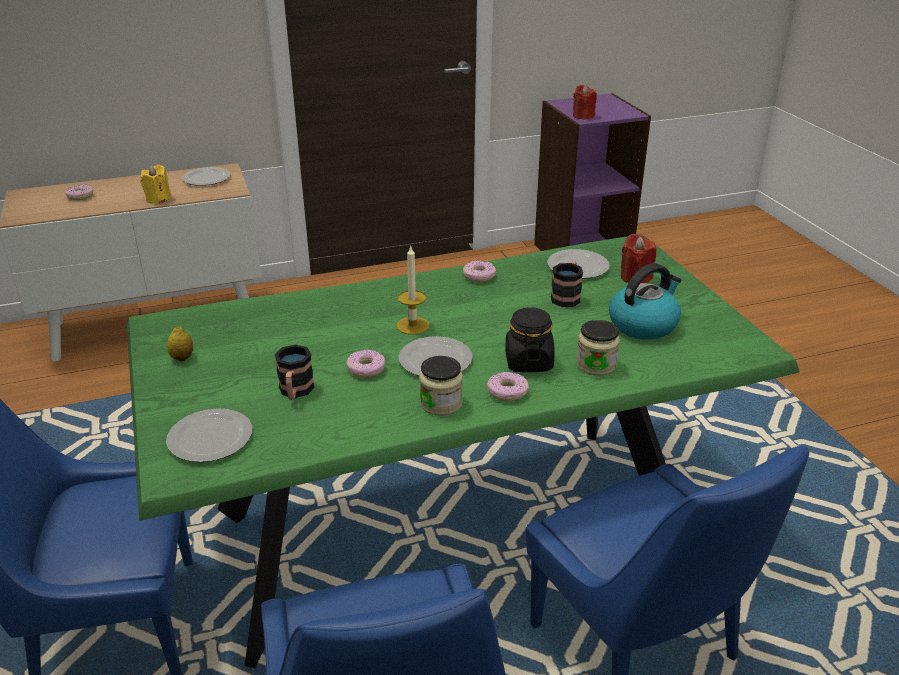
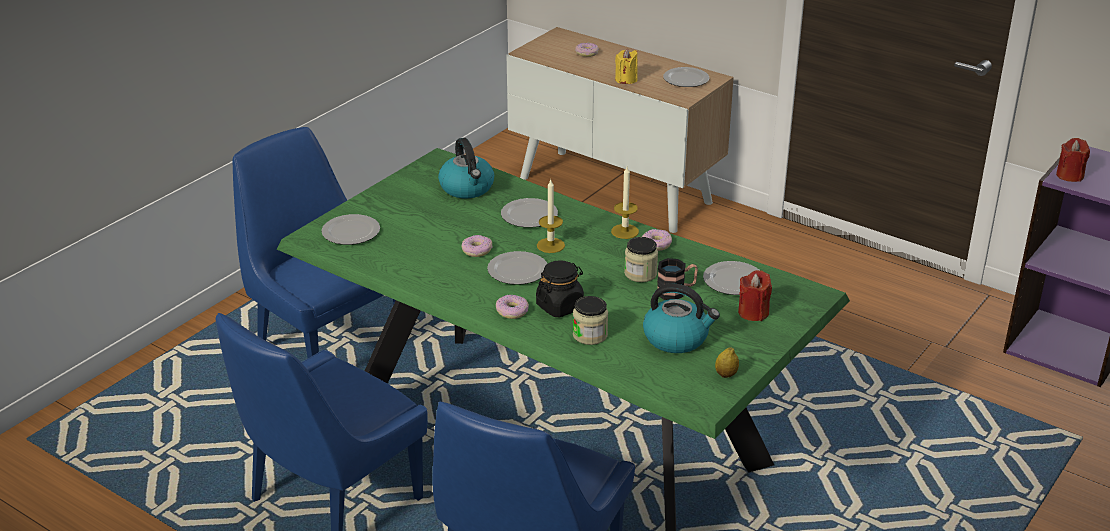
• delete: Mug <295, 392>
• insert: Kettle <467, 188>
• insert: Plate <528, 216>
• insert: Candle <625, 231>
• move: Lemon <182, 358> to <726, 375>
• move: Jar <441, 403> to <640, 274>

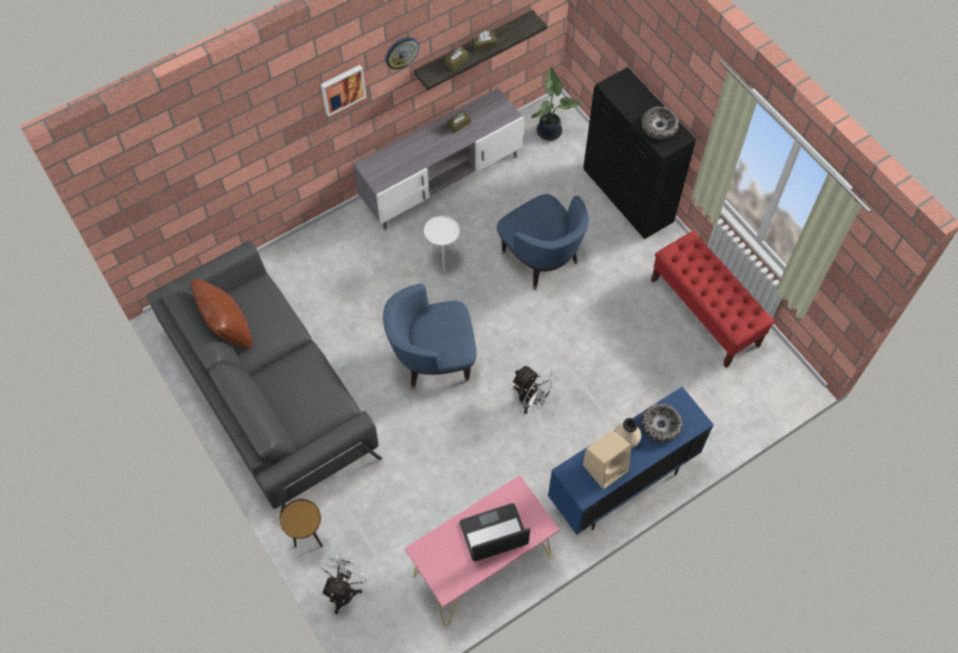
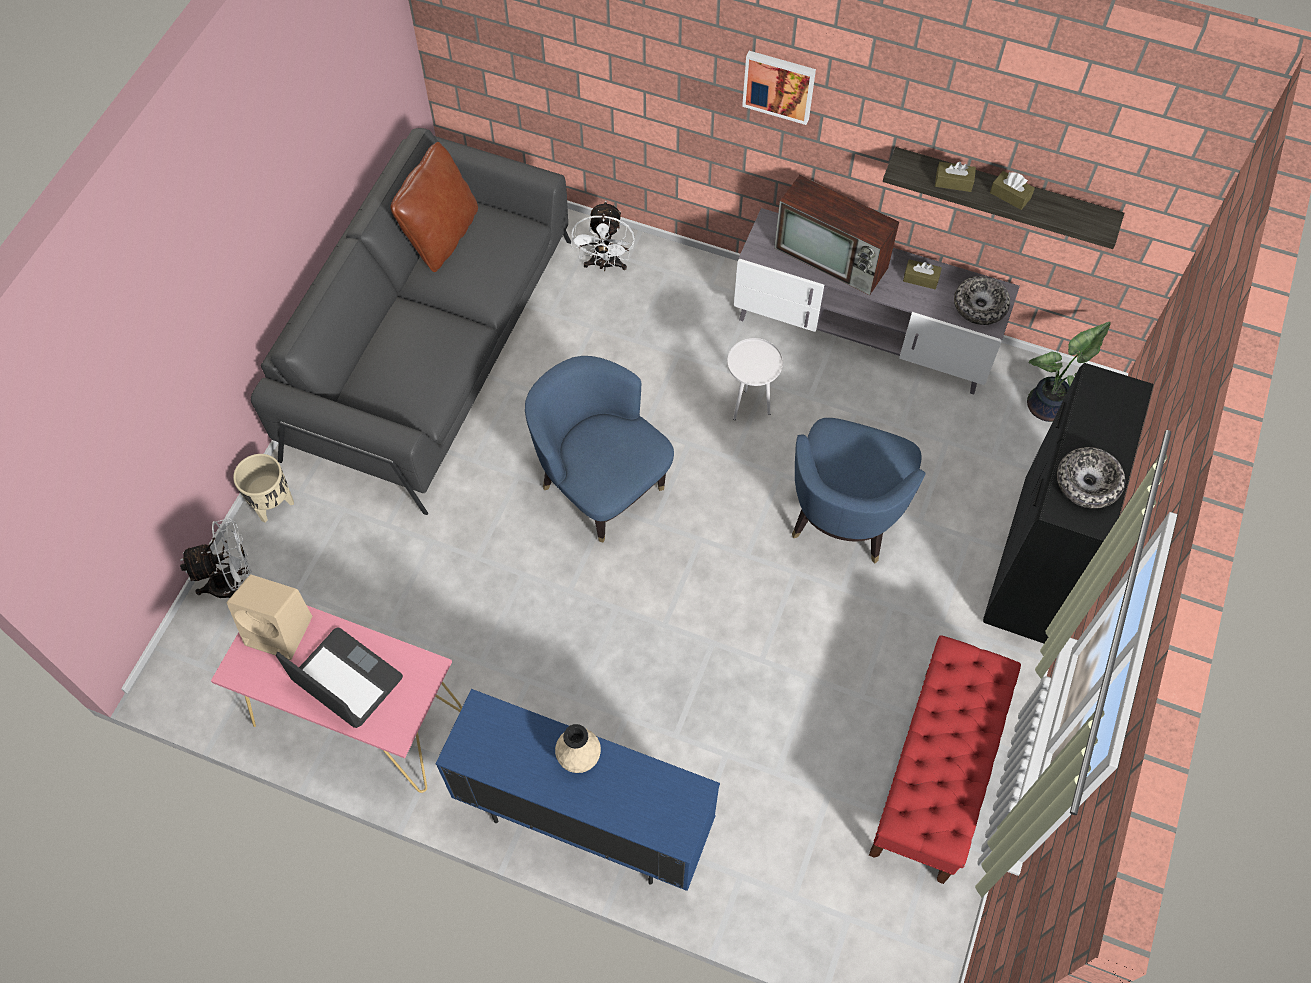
• delete: WallClock <401, 52>
• insert: Television <833, 259>
• move: WhiteFan <532, 401> to <605, 264>
• move: BeigeSpeaker <606, 466> to <281, 630>
• move: Bowl <660, 425> to <979, 305>
• replace: BrownSideTable <308, 538> to BeigePlanter <273, 505>

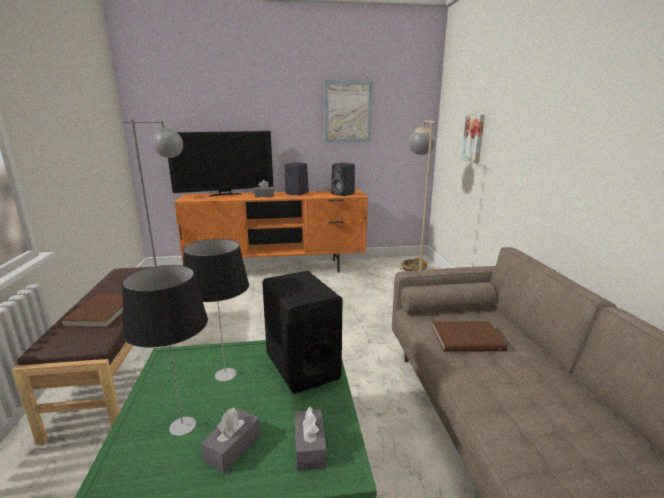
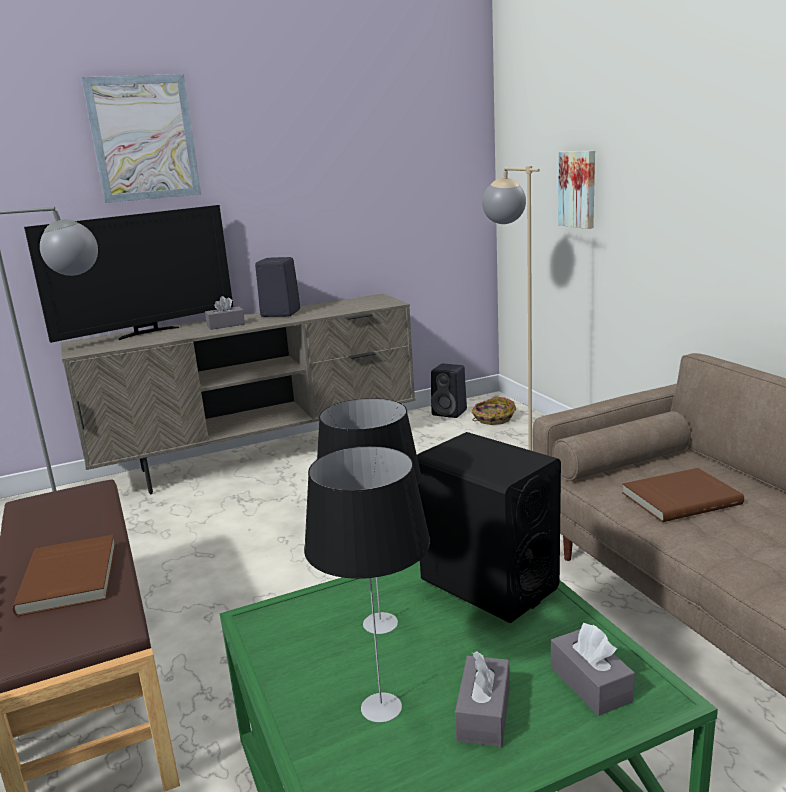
• move: Picture <348, 112> to <143, 138>
• move: BlackSpeaker <343, 194> to <450, 412>
• recolor: OrangeTvStand <278, 269> to BeigeTvStand <262, 456>

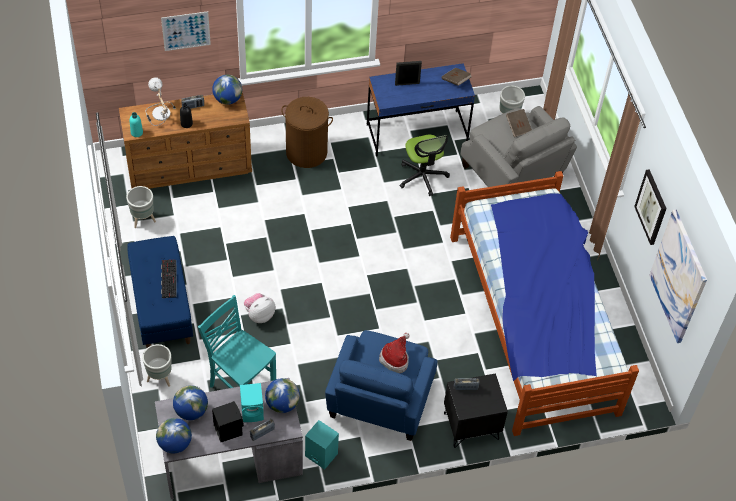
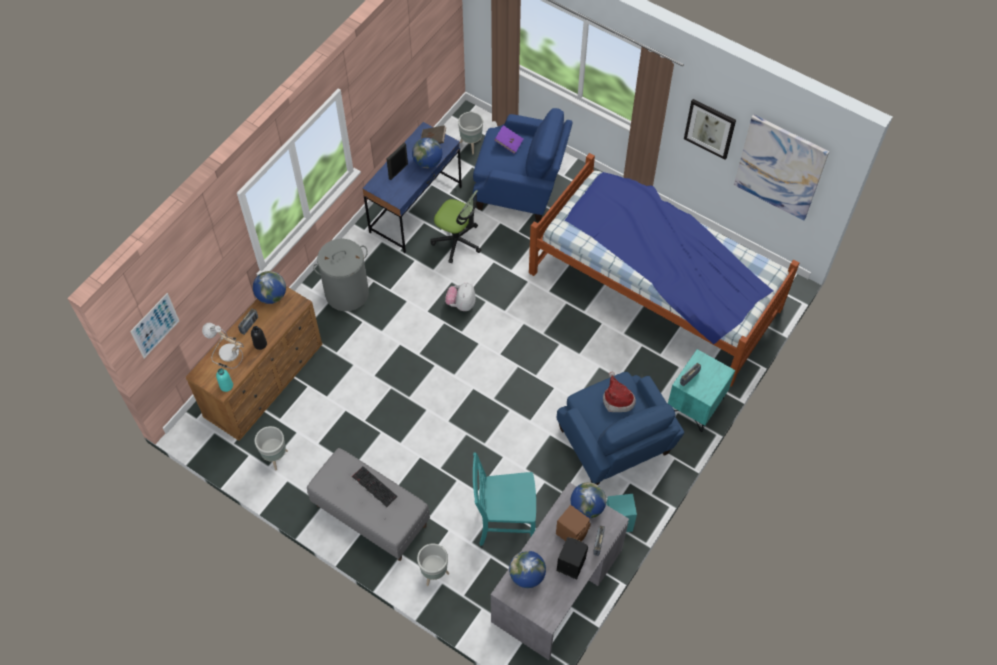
• move: Globe <175, 443> to <428, 162>
• move: Picture <186, 31> to <155, 325>
• move: PlushToy <259, 315> to <461, 304>
• recolor: BlueBench <161, 306> to GreyBench <370, 515>
• recolor: TurquoiseSpeaker <253, 411> to BrownSpeaker <572, 532>
• recolor: BrownLaundryBasket <306, 152> to GreyLaundryBasket <347, 293>
• recolor: BlackNightstand <471, 426> to TurquoiseNightstand <696, 405>
• recolor: GreyArmchair <513, 174> to BlueArmchair <521, 186>
• recolor: BrownBook <518, 127> to PurpleBook <508, 143>

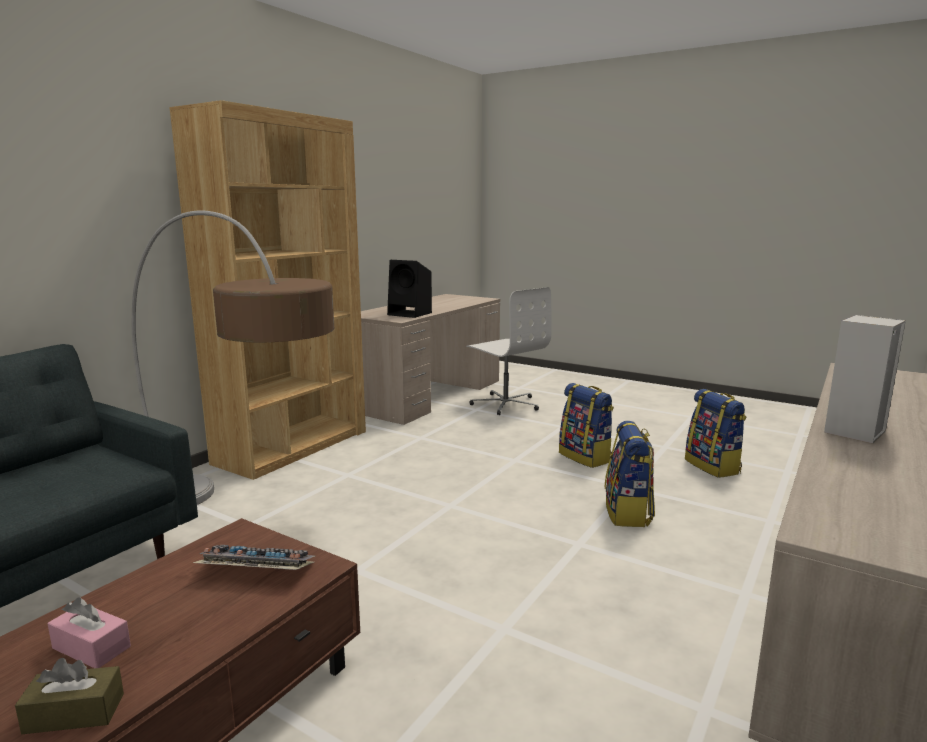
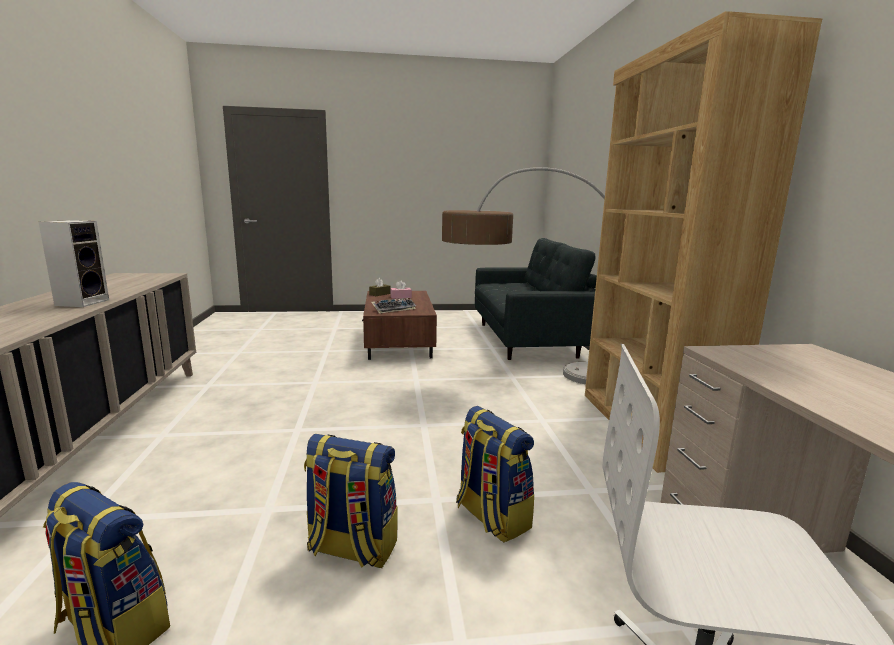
• delete: BlackSpeaker <411, 314>
• move: Backpack <628, 513> to <491, 517>

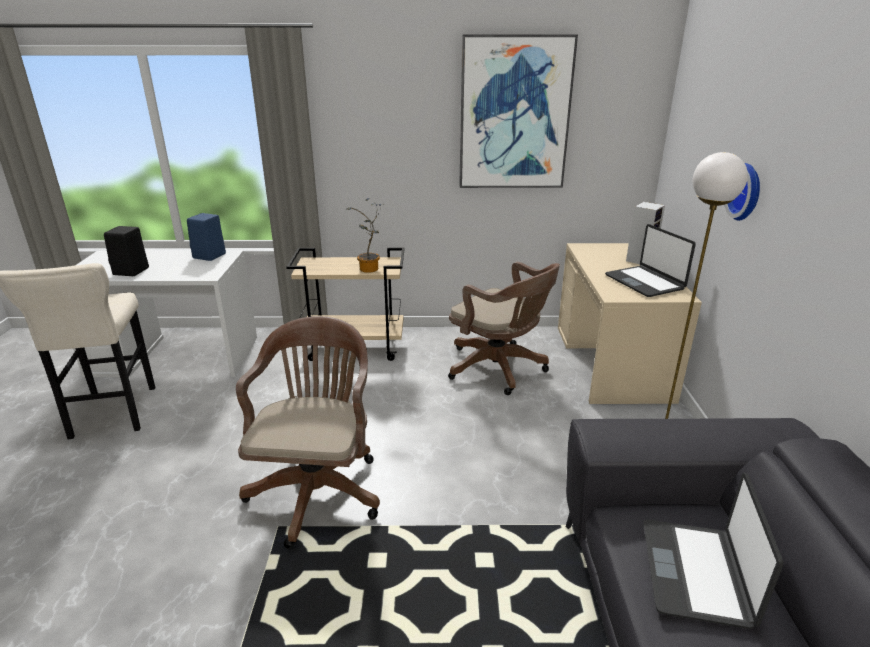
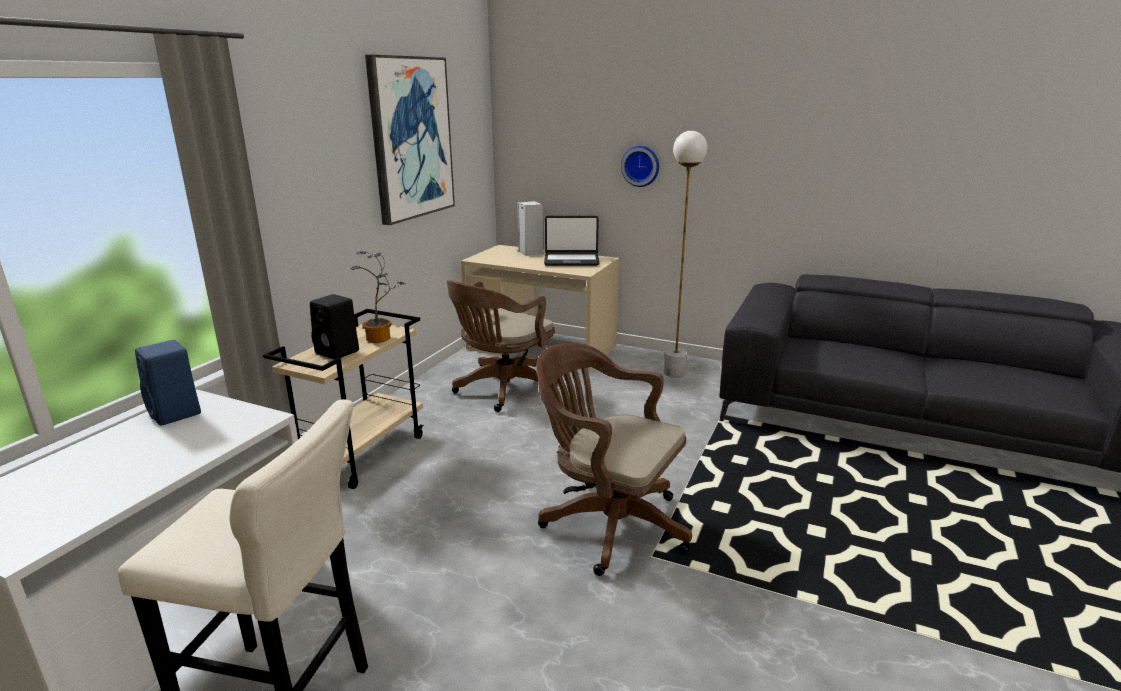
• delete: Laptop <697, 573>
• move: BlackSpeaker <131, 272> to <338, 352>
• rotate: BrownOfficeChair <500, 369> = <502, 390> 150 degrees clockwise

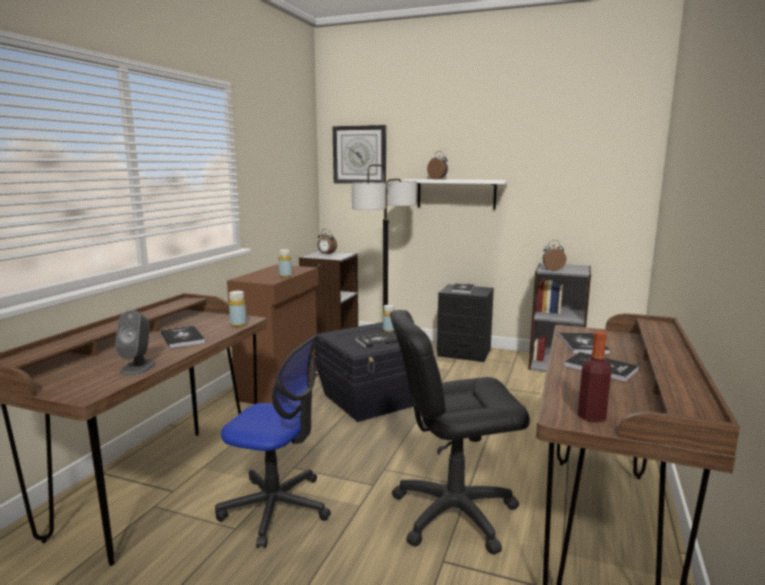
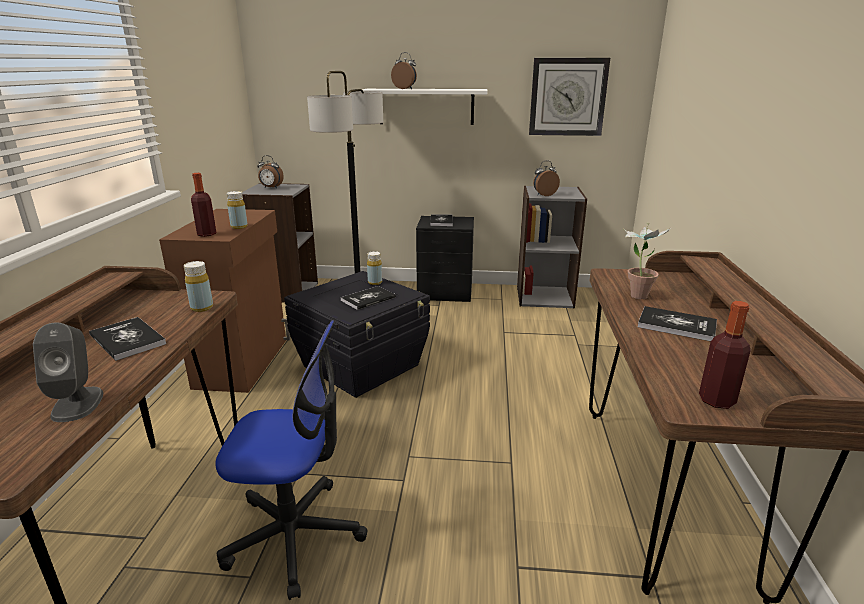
• delete: BlackOfficeChair <453, 513>
• insert: Bottle <206, 234>
• move: WallClock <359, 155> to <567, 97>
• replace: Book <582, 344> to PottedPlant <636, 293>

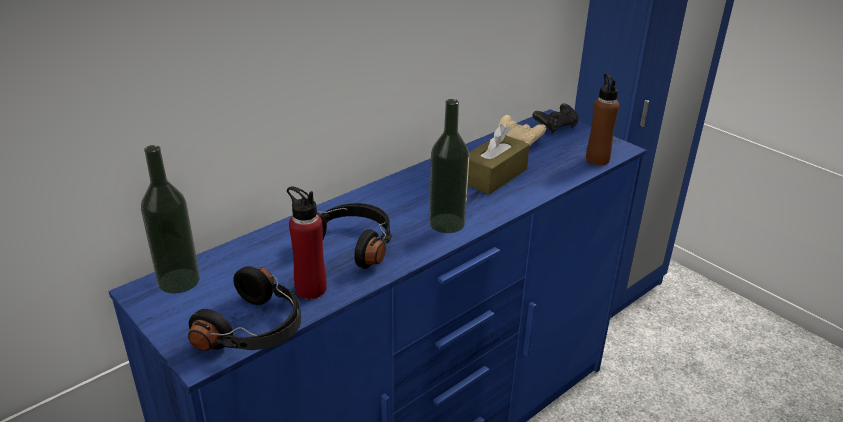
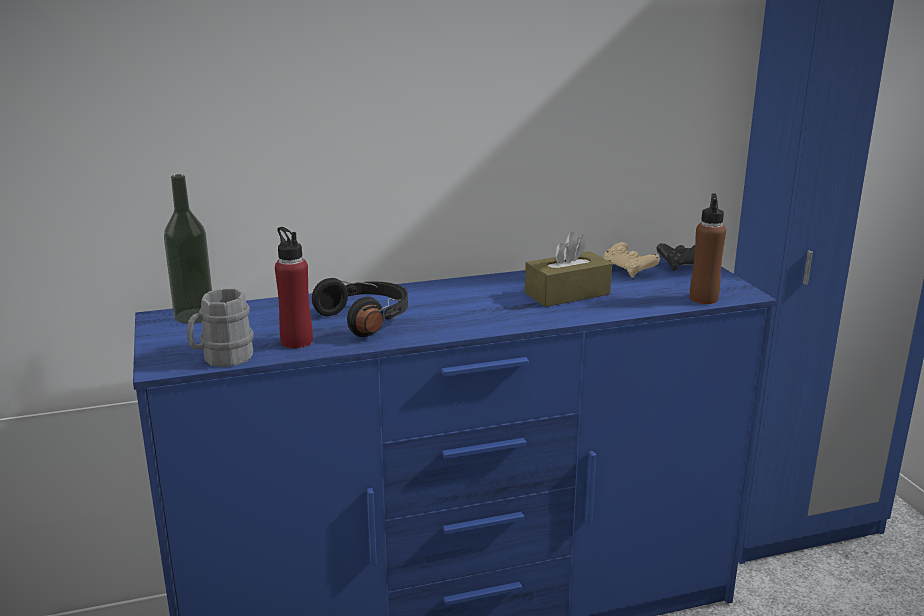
• delete: Bottle <447, 223>
• replace: BlackHeadphones <255, 329> to GreyMug <222, 358>

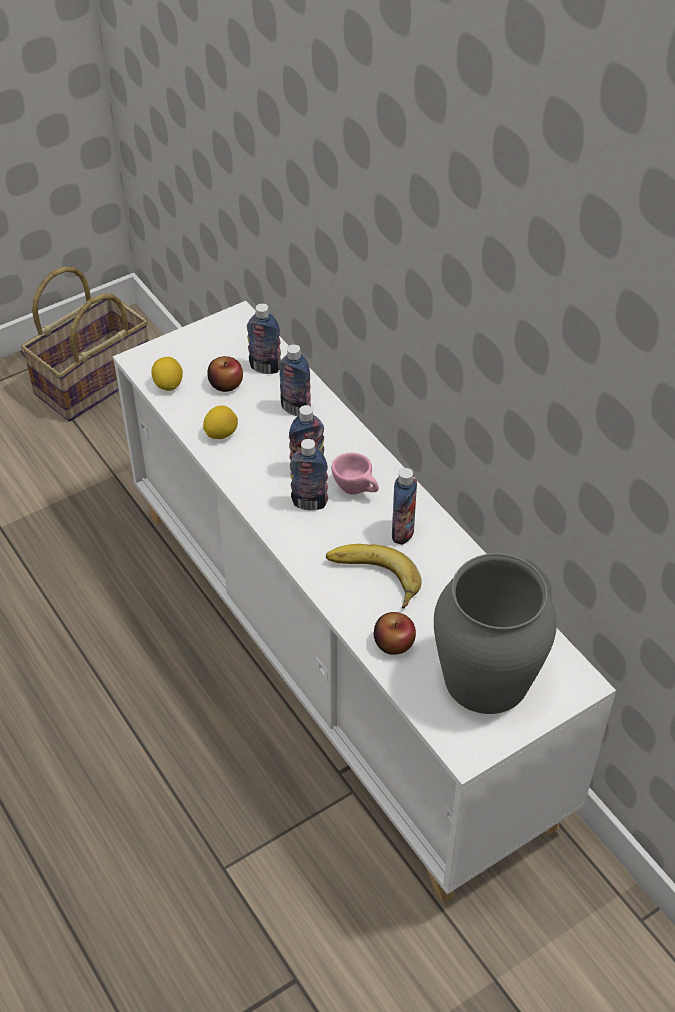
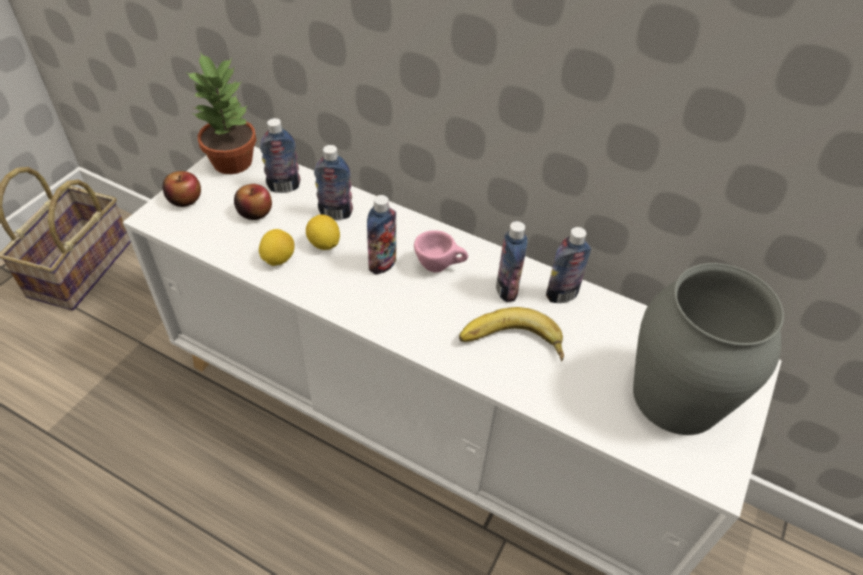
• insert: PottedPlant <233, 161>
• move: Lemon <168, 385> to <324, 244>
• move: Bottle <309, 503> to <561, 295>
• move: Apple <394, 642> to <185, 199>

